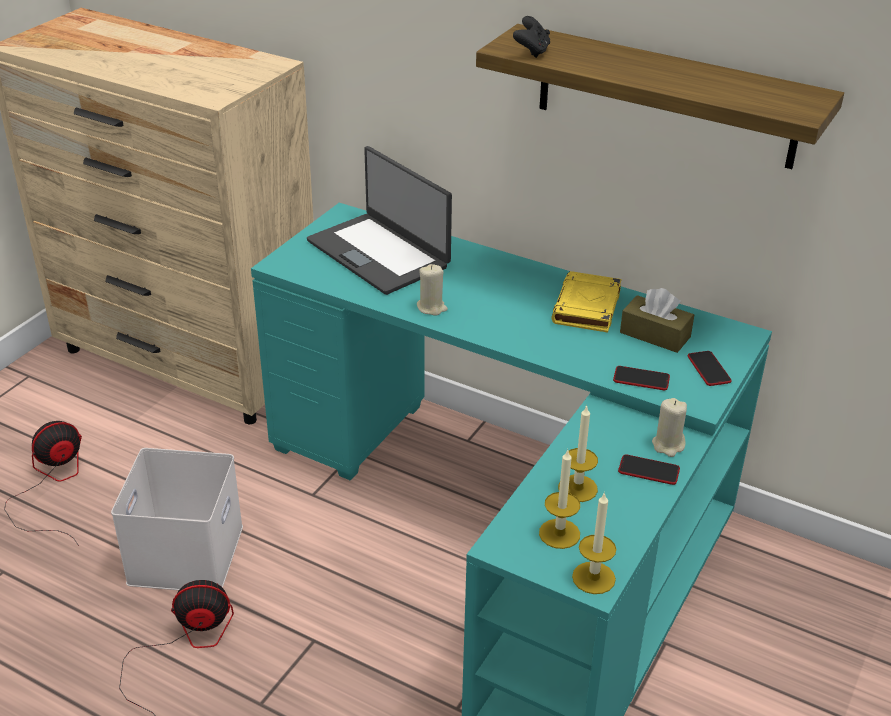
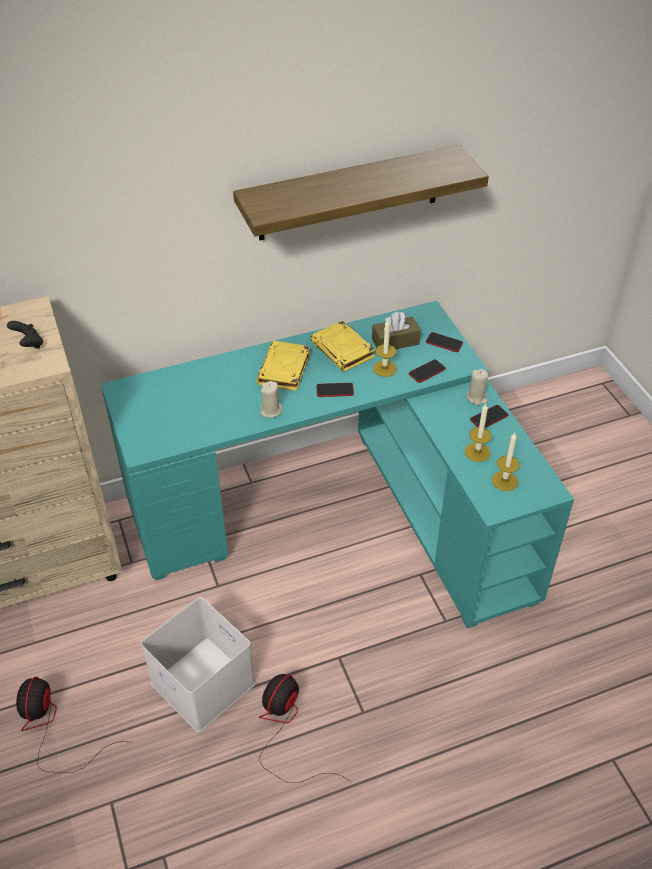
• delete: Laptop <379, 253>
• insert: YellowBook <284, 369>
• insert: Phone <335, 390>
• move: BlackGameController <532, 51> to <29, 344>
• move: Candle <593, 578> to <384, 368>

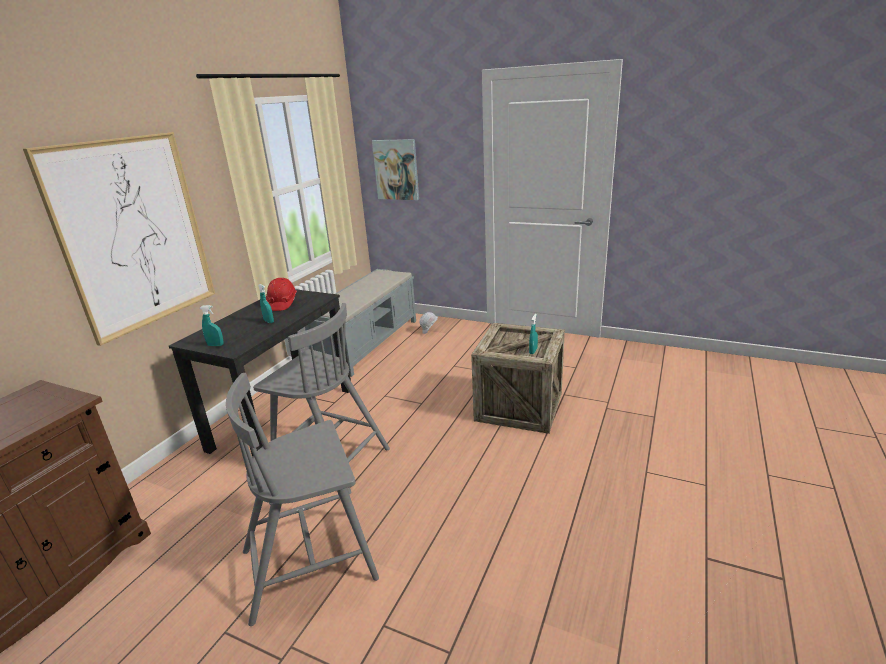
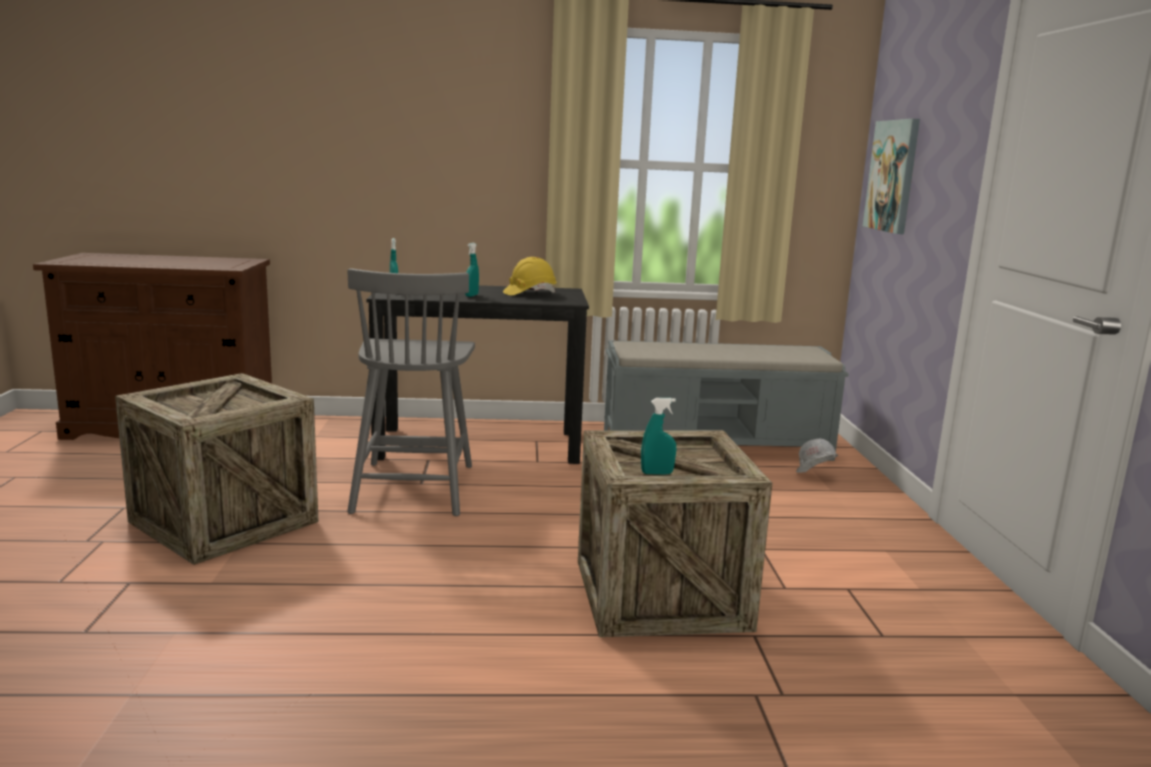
• delete: Picture <134, 234>
• replace: GreyChair <312, 562> to Crate <224, 522>
• recolor: RedHardHat <282, 303> to YellowHardHat <529, 293>

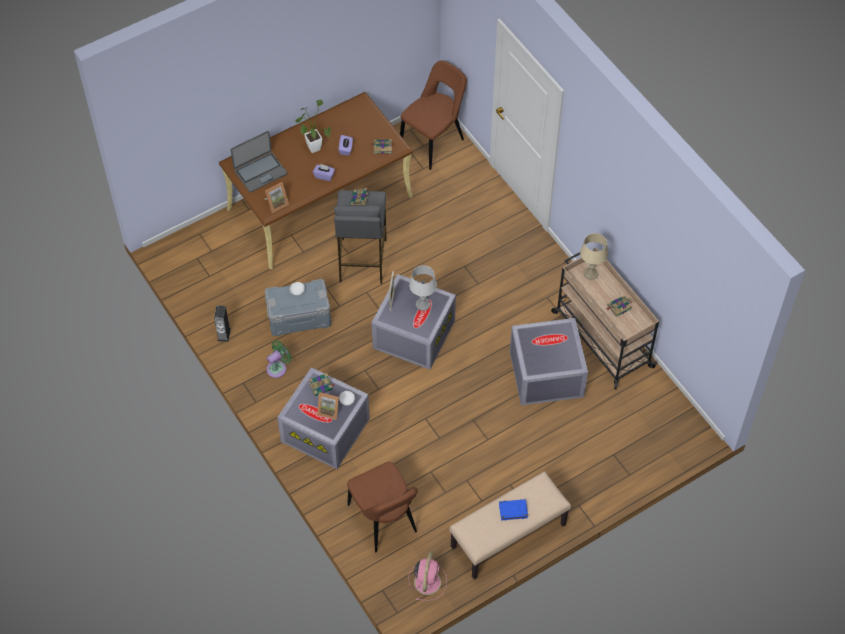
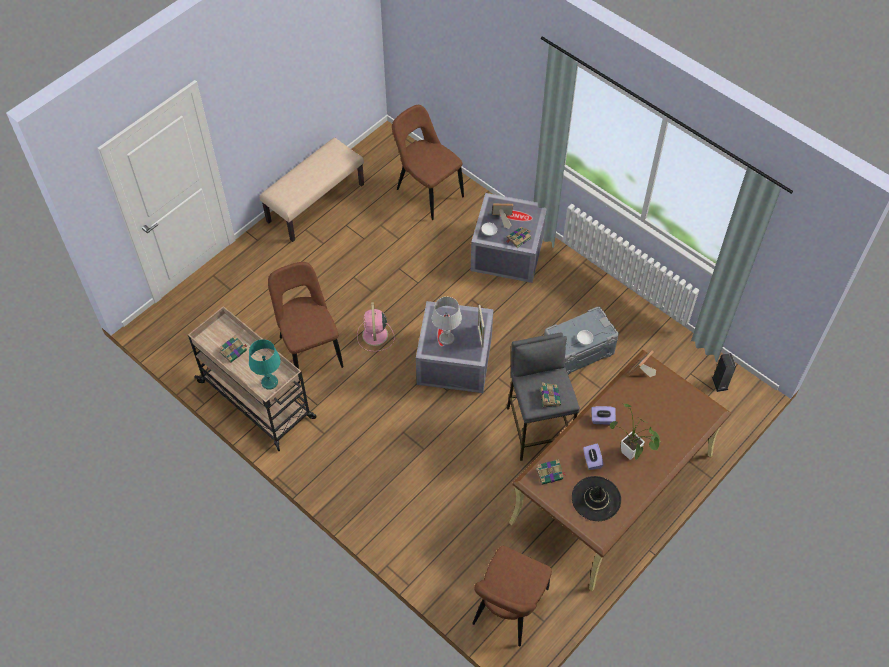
• delete: Laptop <260, 172>
• delete: GreenFan <278, 368>
• delete: BlueBook <513, 511>
• insert: BlackHat <596, 498>
• move: Speaker <224, 334> to <719, 383>
• move: PinkFan <427, 581> to <375, 336>
• replace: GreyStorageBox <545, 375> to BrownChair <309, 349>
• recolor: BeigeTableLamp <591, 273> to TurquoiseTableLamp <269, 382>

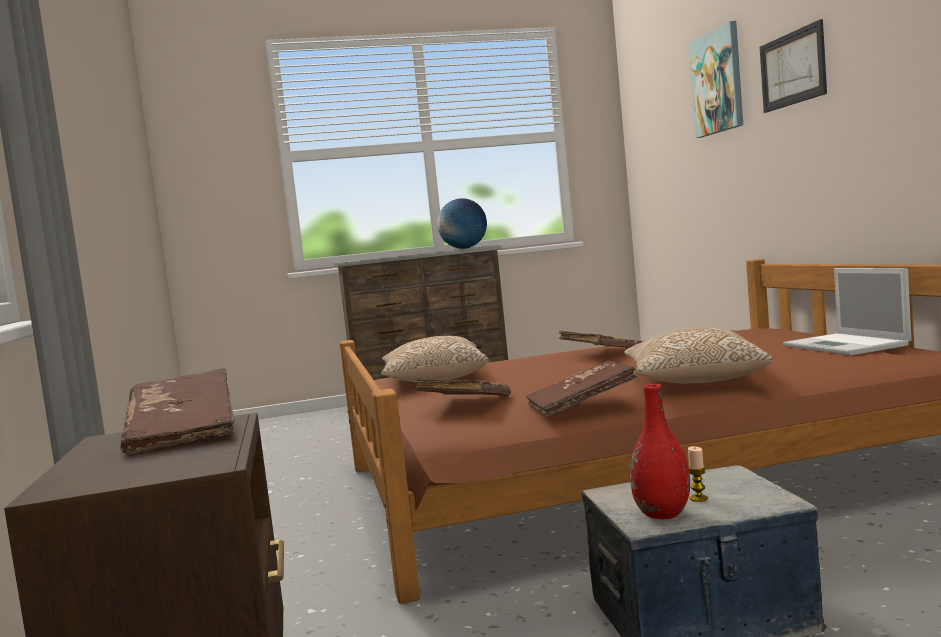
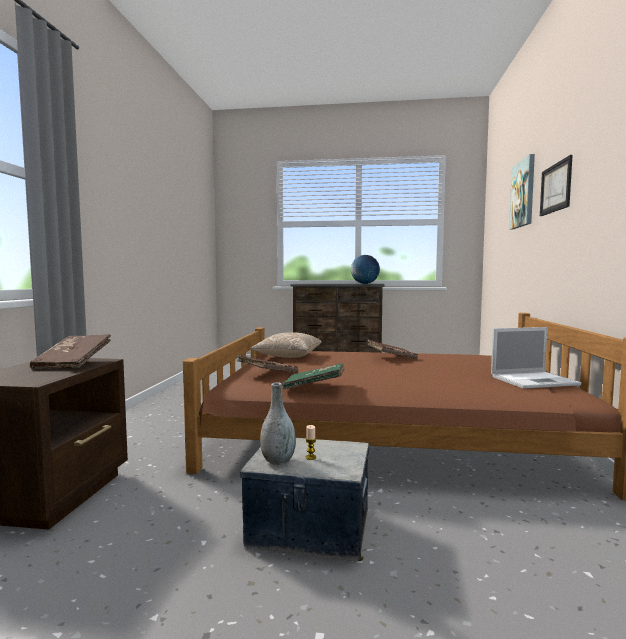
• delete: Pillow <693, 381>
• recolor: BrownBook <581, 406> to GreenBook <314, 387>
• recolor: RedVase <662, 514> to GreyVase <278, 461>
• rotate: Laptop <847, 345> = <535, 380> 105 degrees counterclockwise

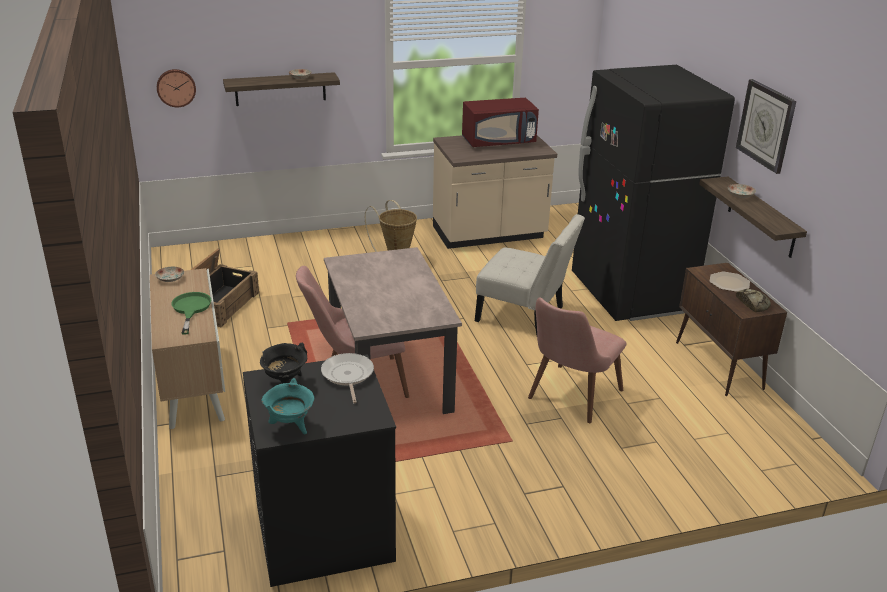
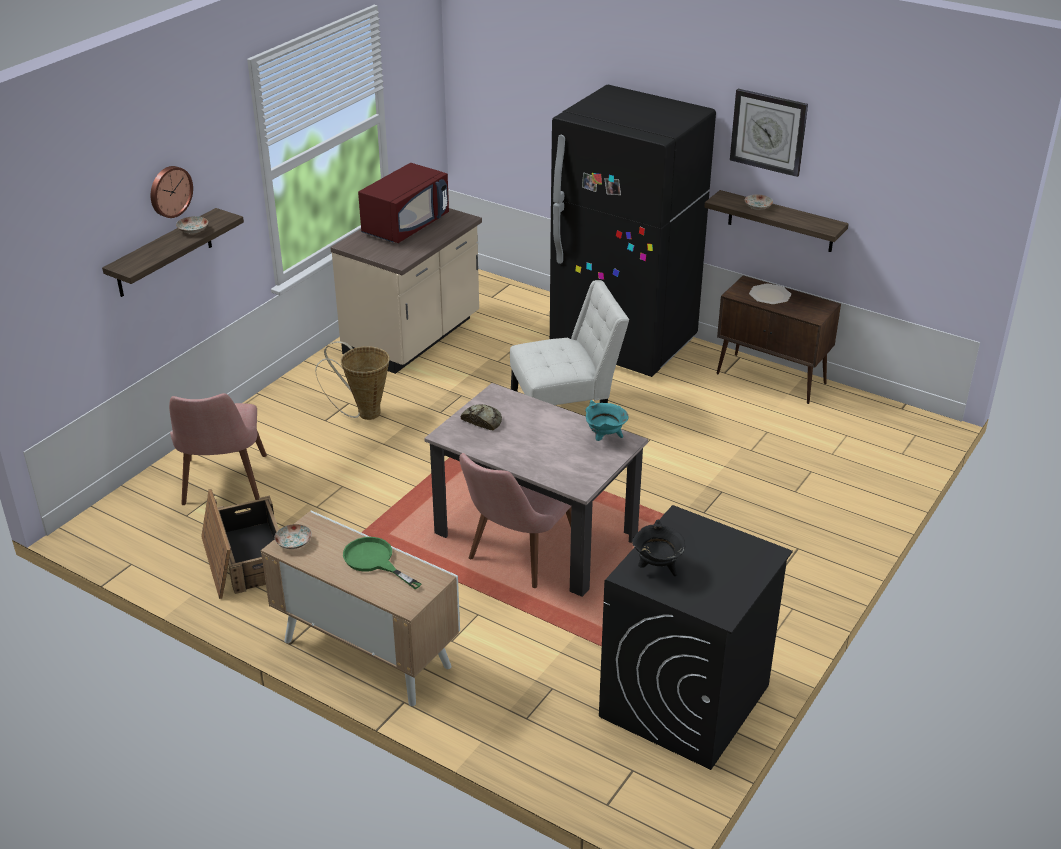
• delete: FryingPan <347, 376>
• move: WallClock <176, 87> to <169, 191>
• move: TurquoiseCookingPot <291, 426> to <604, 438>
• move: PinkChair <569, 399> to <223, 487>
• move: Bread <753, 303> to <482, 420>

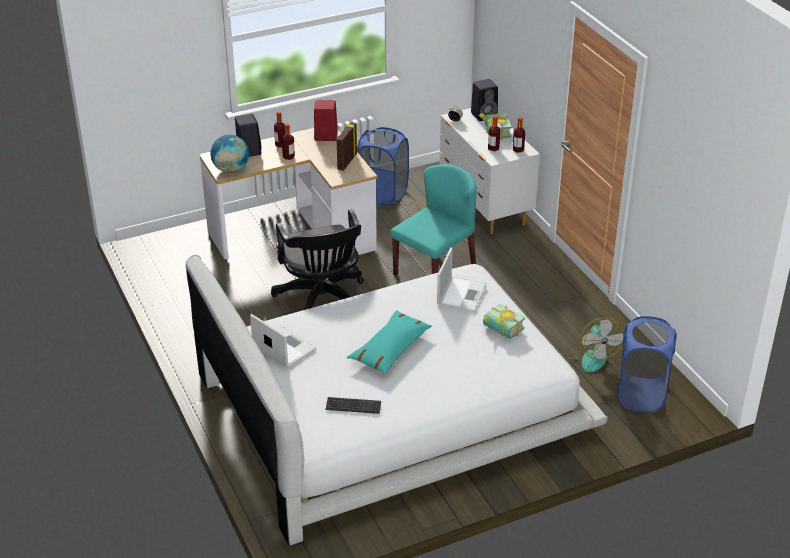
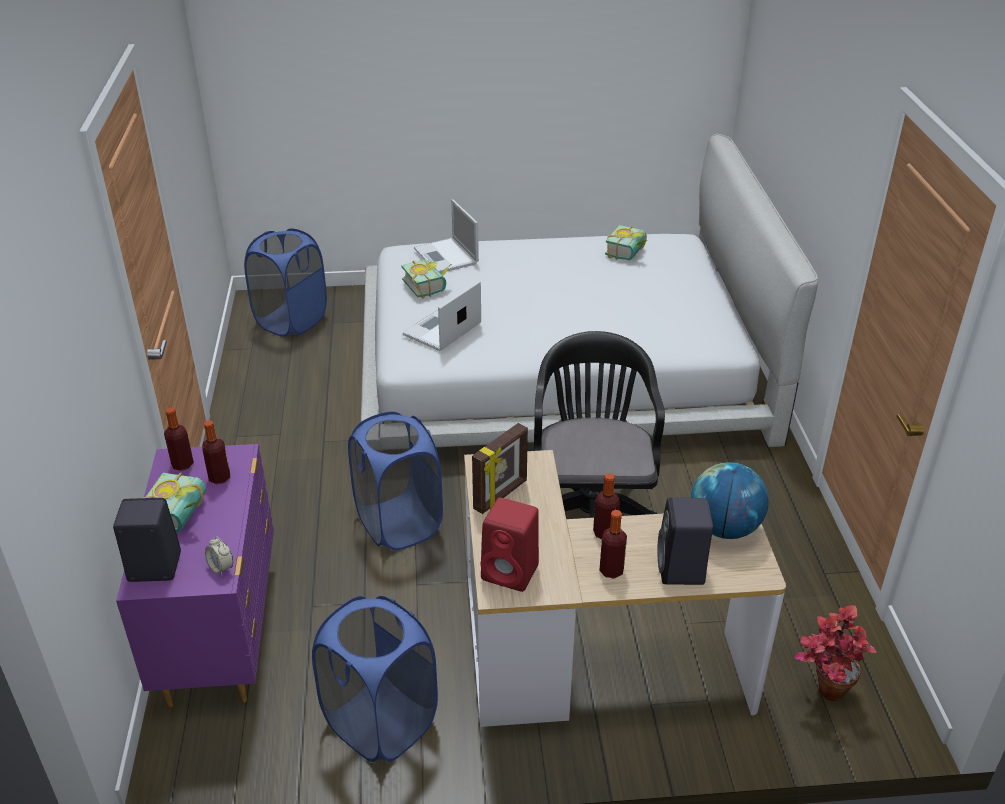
• delete: TurquoisePillow <390, 349>
• delete: Fan <590, 356>
• insert: PottedPlant <821, 692>
• move: Laptop <283, 347> to <447, 256>
• replace: Keyboard <353, 406> to Book <629, 253>
• replace: TurquoiseChair <435, 270> to BlueLaundryBasket <398, 523>
• recolor: WhiteDresser <485, 207> to PurpleDresser <221, 632>

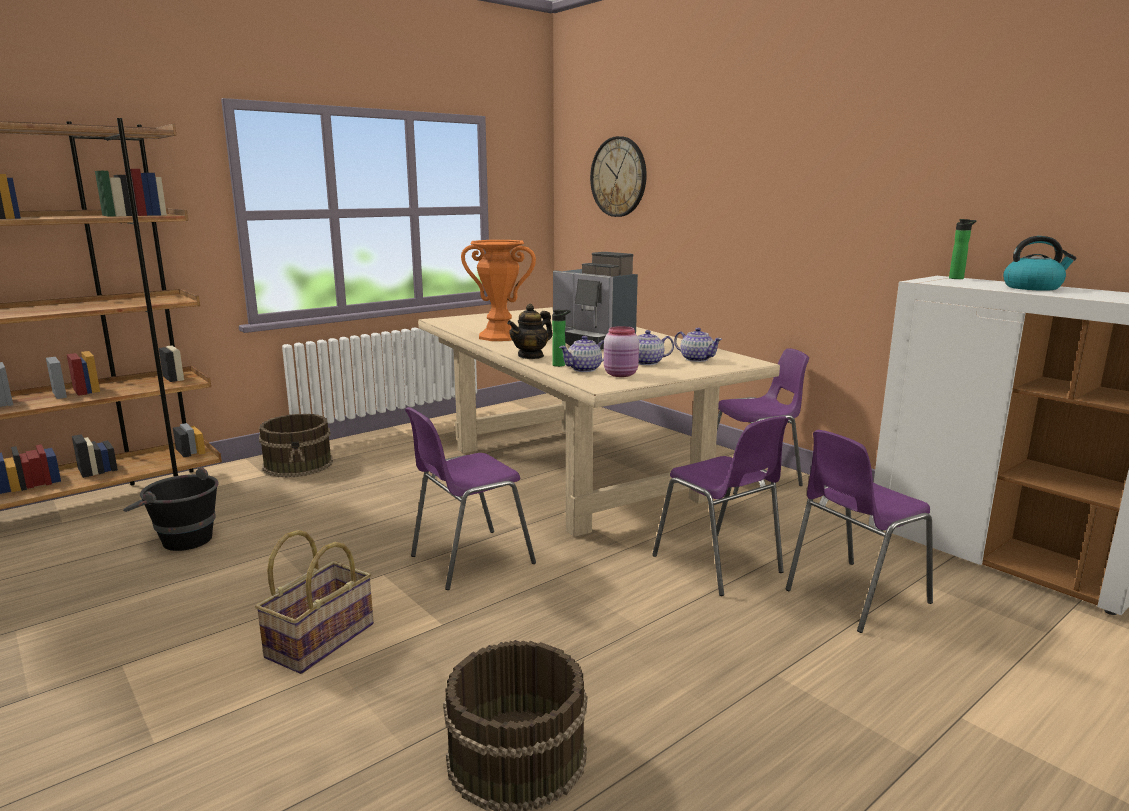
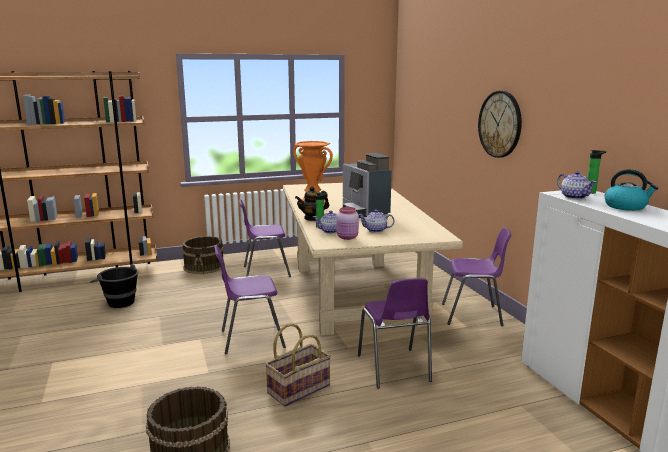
• move: Basket <320, 640> to <298, 388>
• move: WallClock <618, 177> to <500, 124>
• move: Teapot <696, 359> to <574, 197>
• move: PurpleChair <853, 596> to <265, 271>

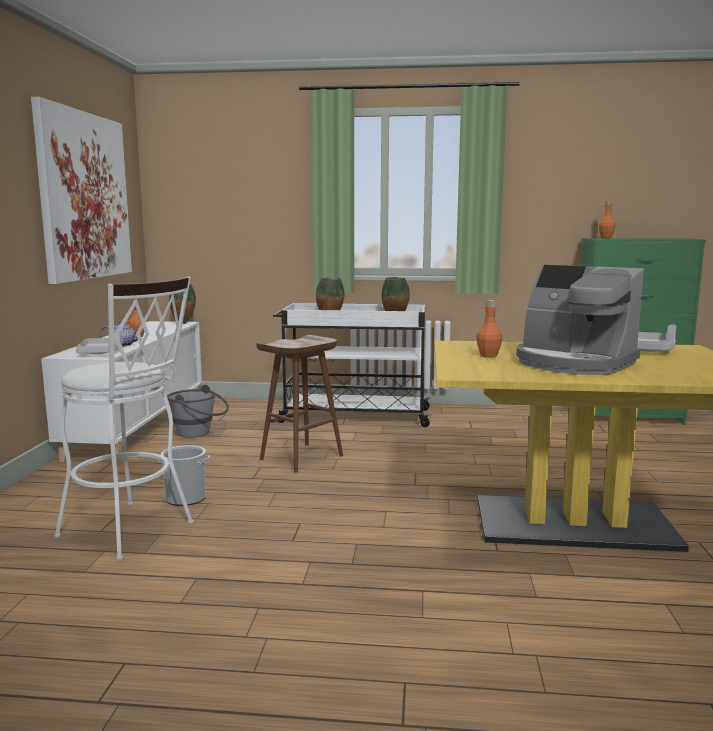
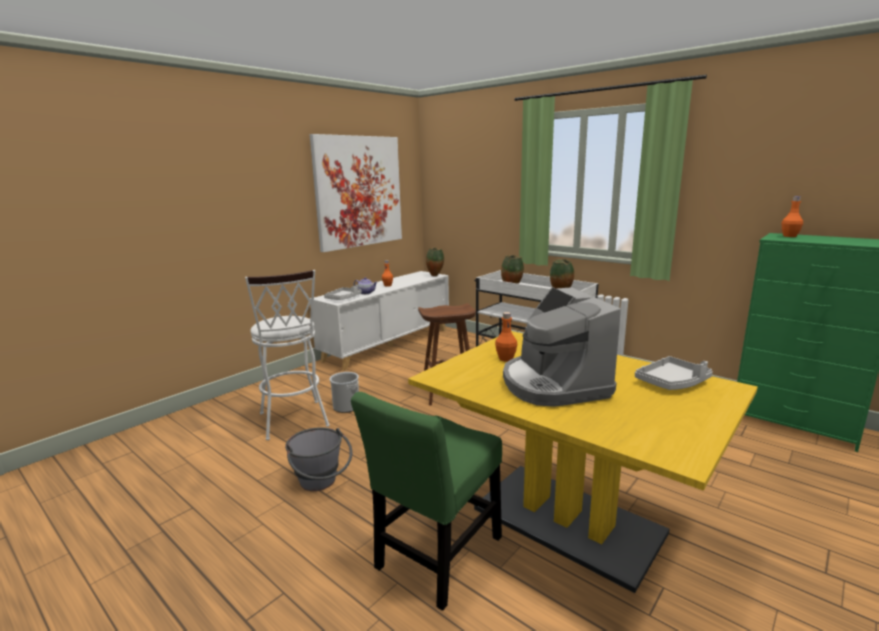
• insert: GreenChair <436, 557>
• move: GreyBucket <199, 433> to <321, 484>

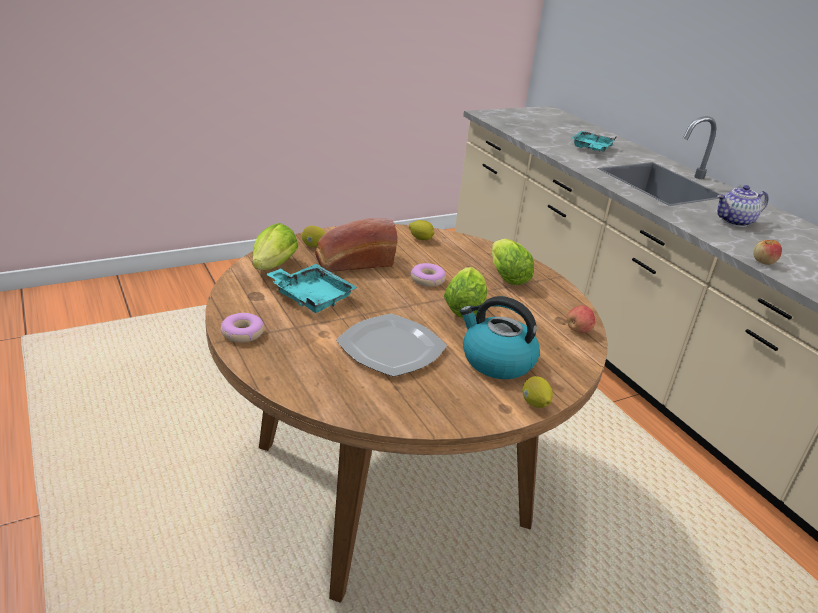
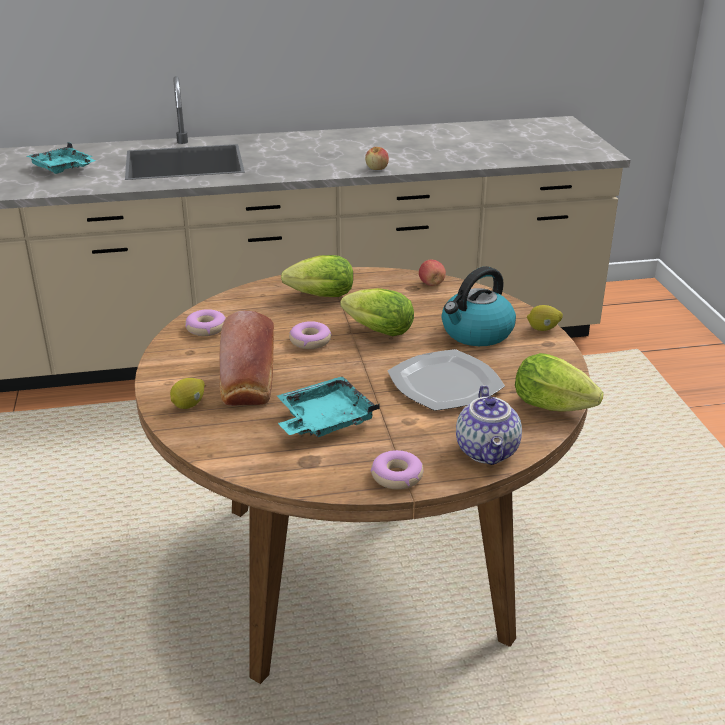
• move: Lettuce <271, 268> to <557, 408>
• move: Teapot <735, 222> to <488, 452>
• replace: Lemon <421, 239> to Donut <206, 328>

